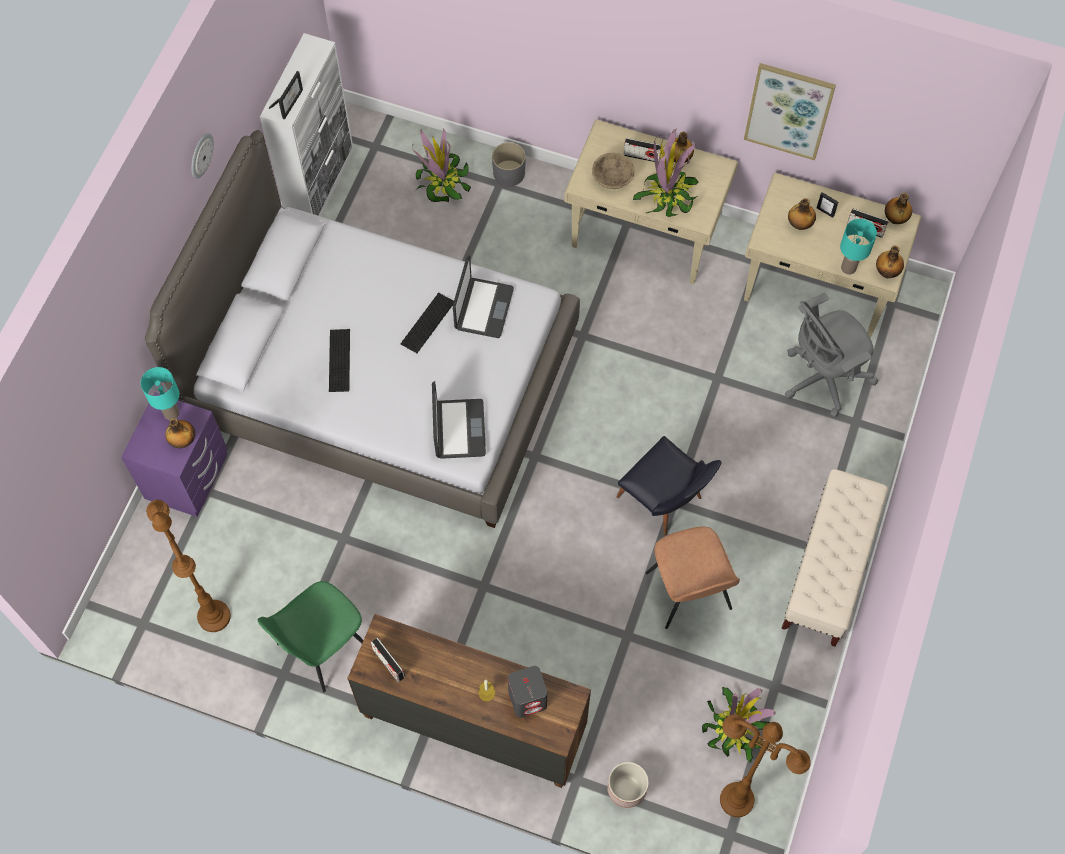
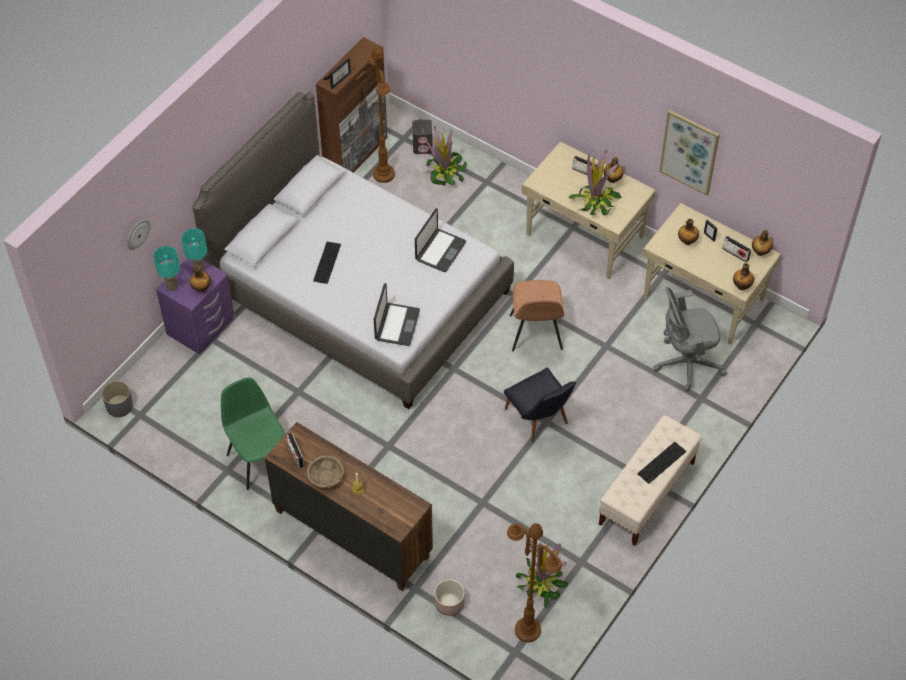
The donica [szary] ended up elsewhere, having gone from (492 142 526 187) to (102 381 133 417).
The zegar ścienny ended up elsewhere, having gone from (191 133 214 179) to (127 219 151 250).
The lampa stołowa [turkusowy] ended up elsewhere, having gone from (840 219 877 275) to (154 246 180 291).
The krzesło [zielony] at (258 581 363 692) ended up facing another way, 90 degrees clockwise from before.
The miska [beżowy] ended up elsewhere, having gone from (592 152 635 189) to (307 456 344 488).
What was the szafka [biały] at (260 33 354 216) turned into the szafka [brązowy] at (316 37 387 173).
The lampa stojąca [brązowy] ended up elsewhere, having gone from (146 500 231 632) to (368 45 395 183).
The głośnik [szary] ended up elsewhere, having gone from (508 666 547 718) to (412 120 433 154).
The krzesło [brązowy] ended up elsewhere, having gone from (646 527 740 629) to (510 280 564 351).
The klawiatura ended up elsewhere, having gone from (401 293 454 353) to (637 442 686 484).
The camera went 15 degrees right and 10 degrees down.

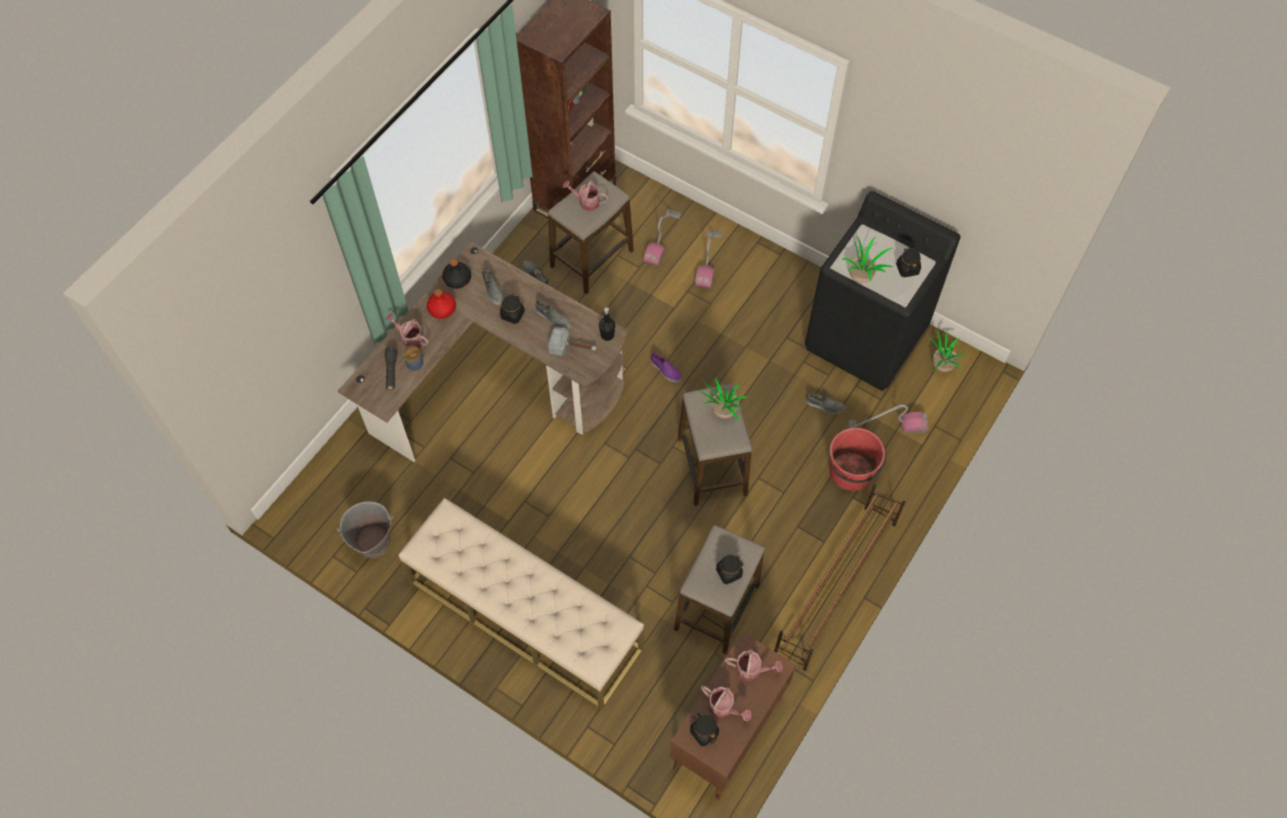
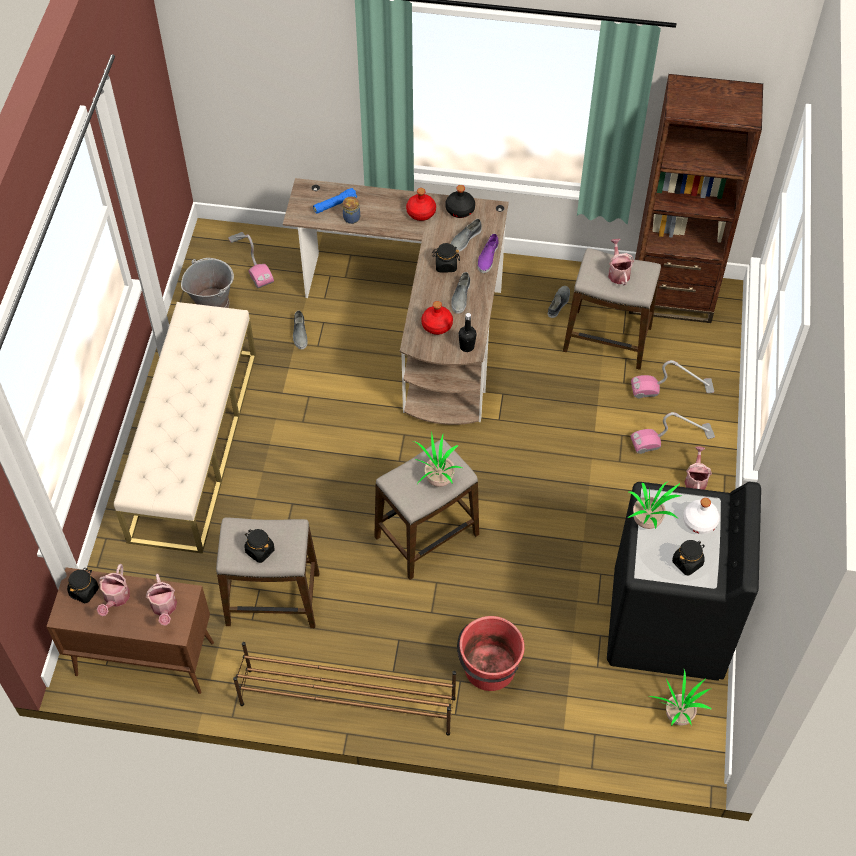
The odkurzacz ended up elsewhere, having gone from (848 404 928 433) to (228 232 274 288).
The but [szary] ended up elsewhere, having gone from (806 393 846 414) to (293 311 307 349).
What was the latarka [czarny] at (385 347 397 390) turned into the latarka [niebieski] at (313 188 357 214).
Where the młotek stood at (548 327 596 356), the butelka [czerwony] came to stand at (421 301 453 335).
The but [fioletowy] ended up elsewhere, having gone from (651 352 682 382) to (478 234 499 273).
The second view gained the butelka [biały] at (683 498 720 534).
The konewka ended up elsewhere, having gone from (386 313 429 348) to (685 446 712 490).
The camera went 65 degrees right and 5 degrees down.

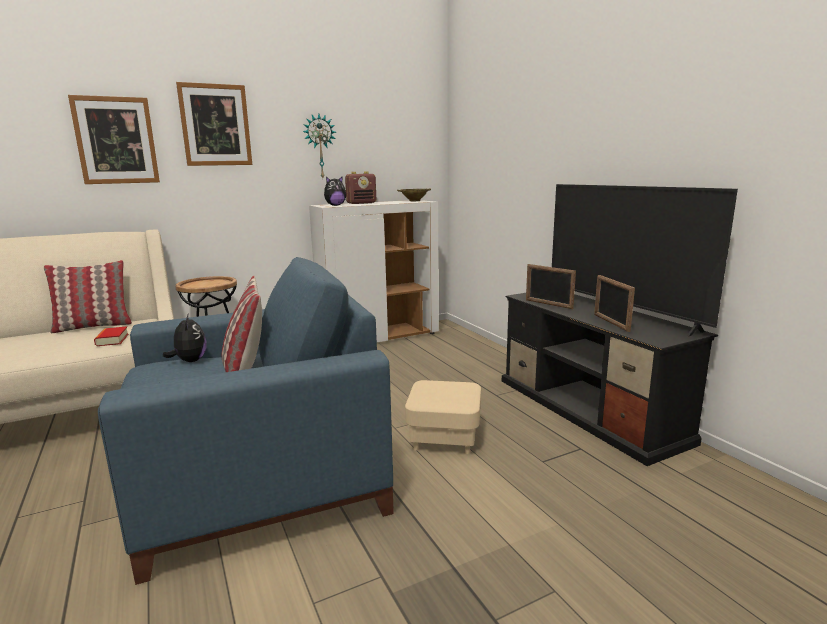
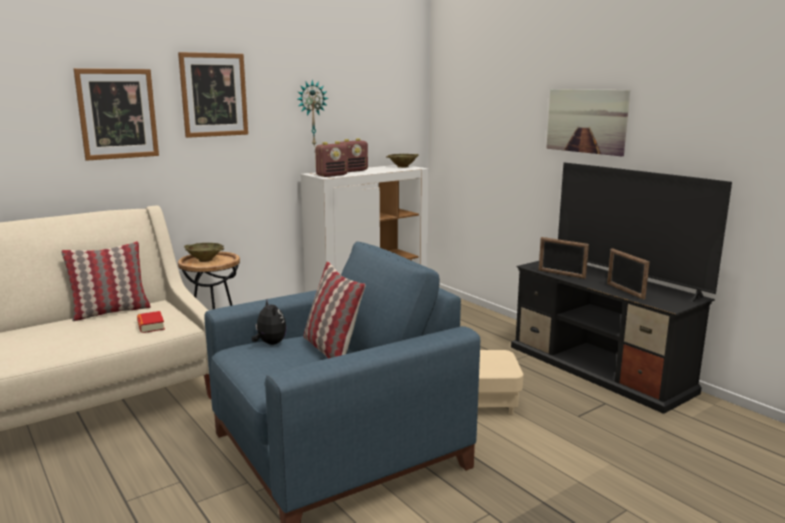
The second view gained the miska [beżowy] at (184 243 224 262).
Where the pluszak stood at (324 177 346 206), the radio came to stand at (315 141 348 177).
The second view gained the obraz at (546 89 630 156).
The camera went 10 degrees left and 0 degrees up.

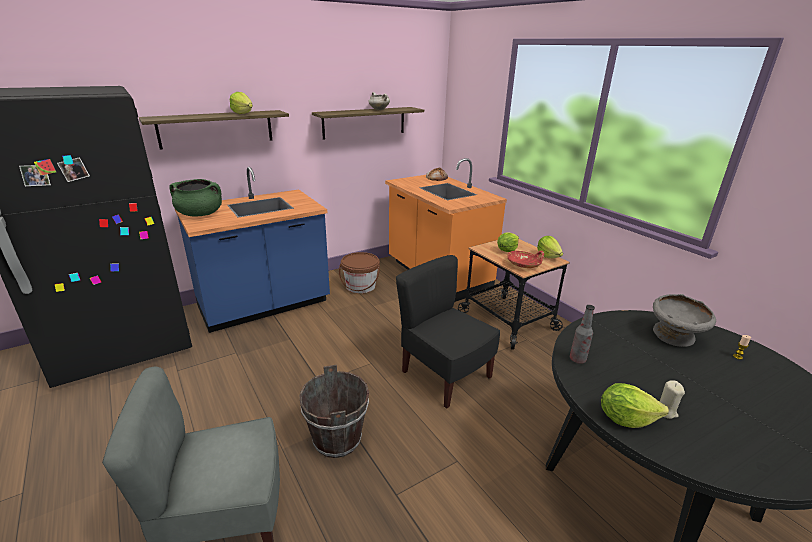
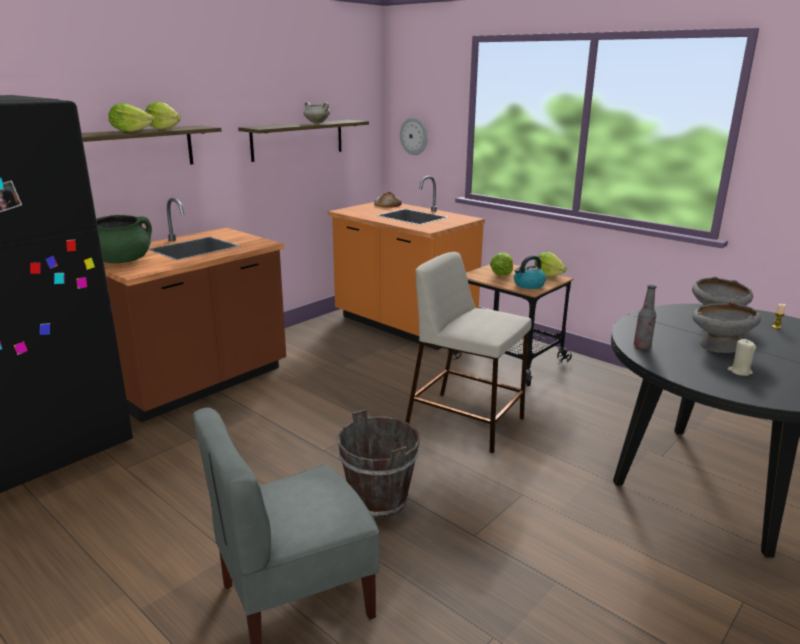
What was the zabudowa kuchenna [niebieski] at (175 167 330 333) turned into the zabudowa kuchenna [brązowy] at (104 198 286 422).
The sałata ended up elsewhere, having gone from (601 383 669 428) to (108 103 154 132).
The second view gained the zegar ścienny at (400 117 428 155).
Where the krzesło [czarny] stood at (396 255 500 408), the stołek [beżowy] came to stand at (405 252 532 453).
Where the miska [czerwony] stood at (507 251 544 268), the czajnik came to stand at (514 255 546 289).
The second view gained the miska [szary] at (692 301 761 353).
The second view lost the wiadro [brązowy] at (339 252 380 293).
The camera went 15 degrees left and 5 degrees down.

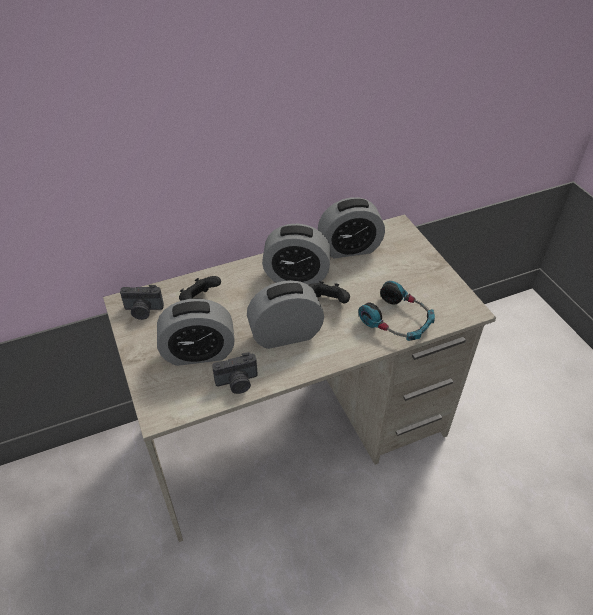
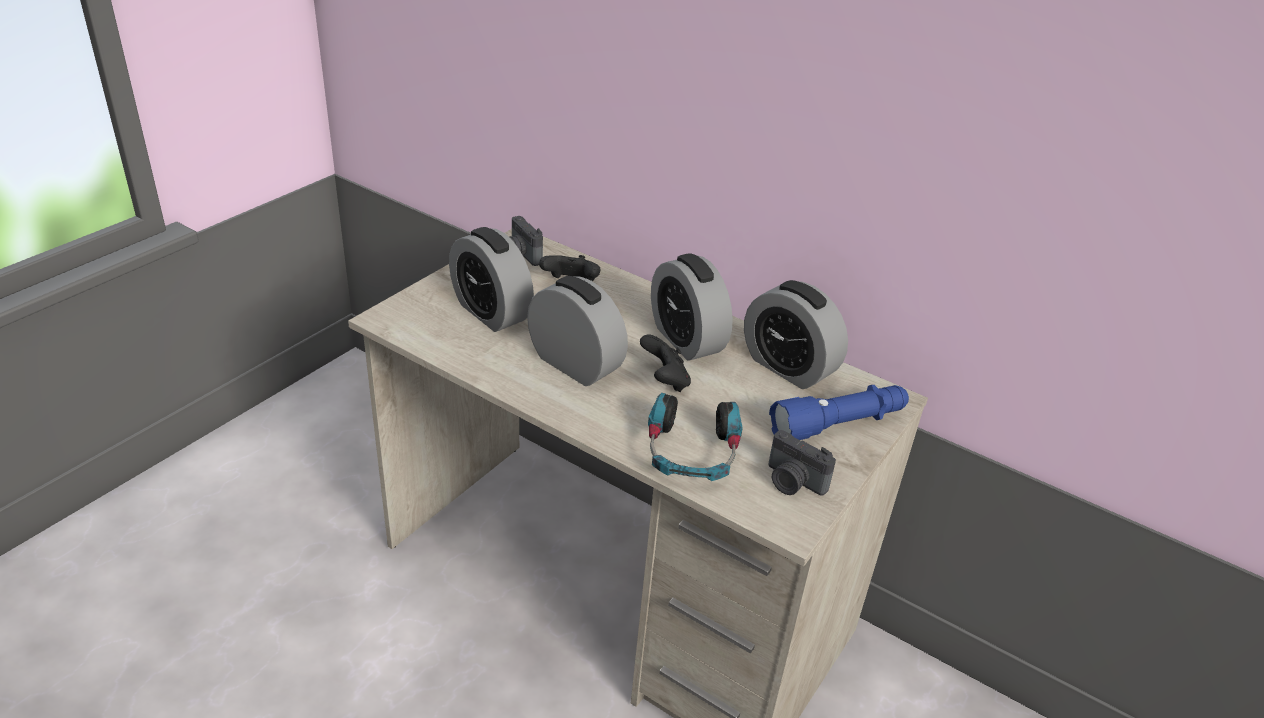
The aparat fotograficzny ended up elsewhere, having gone from (212 352 258 394) to (768 430 836 496).
The second view gained the latarka [niebieski] at (769 385 909 440).
The camera went 55 degrees right and 10 degrees down.

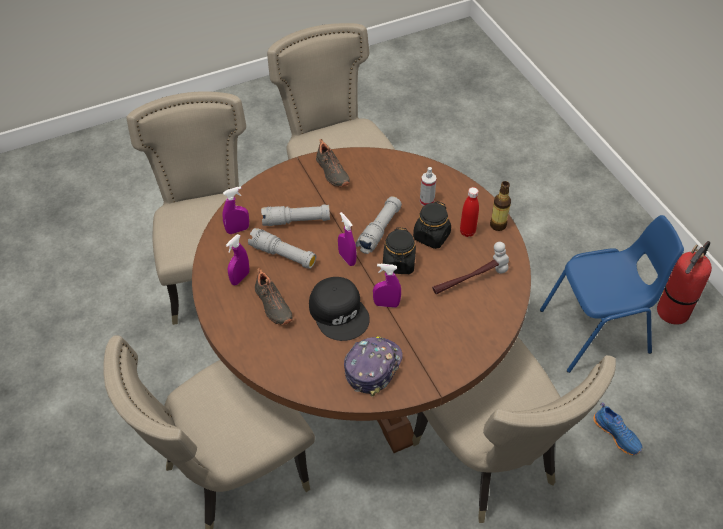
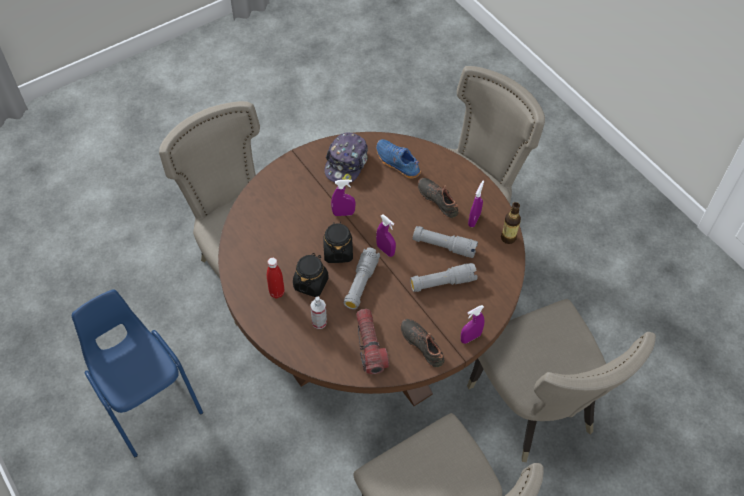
The krzesło [niebieski] at (540 215 684 373) ended up facing another way, 75 degrees clockwise from before.
The second view gained the latarka at (356 309 389 374).
The but [niebieski] ended up elsewhere, having gone from (594 402 643 455) to (376 139 421 179).
The spryskiwacz [fioletowy] ended up elsewhere, having gone from (222 186 249 234) to (461 305 484 344).
The butelka ended up elsewhere, having gone from (490 181 511 231) to (501 202 521 244).
The second view lost the czapka z daszkiem [czarny] at (309 277 370 341).
The second view lost the młotek at (432 242 509 294).
The second view lost the gaśnica at (657 241 712 325).
The camera went 170 degrees right and 5 degrees up.

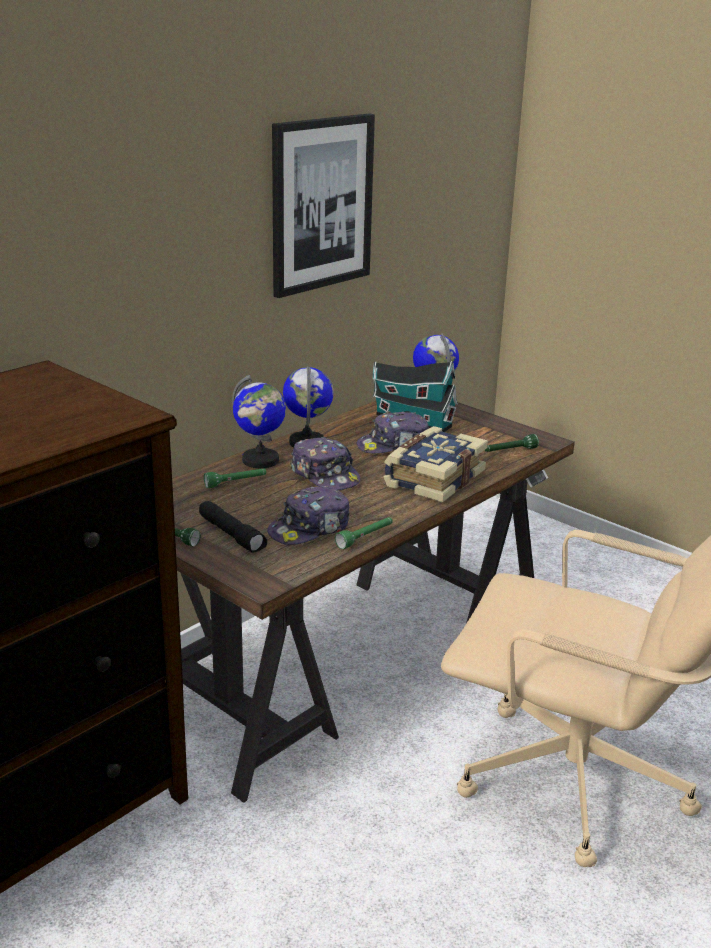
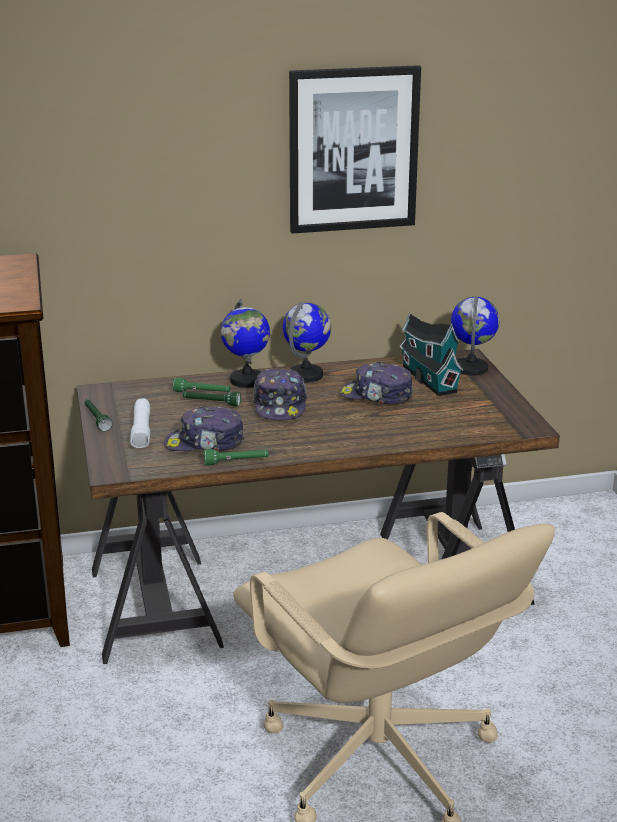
What was the latarka [czarny] at (199 501 267 553) turned into the latarka [biały] at (130 398 150 448).
The latarka [zielony] ended up elsewhere, having gone from (485 434 539 452) to (183 392 241 406).
The second view lost the książka at (383 426 488 503).
The camera went 35 degrees right and 0 degrees up.

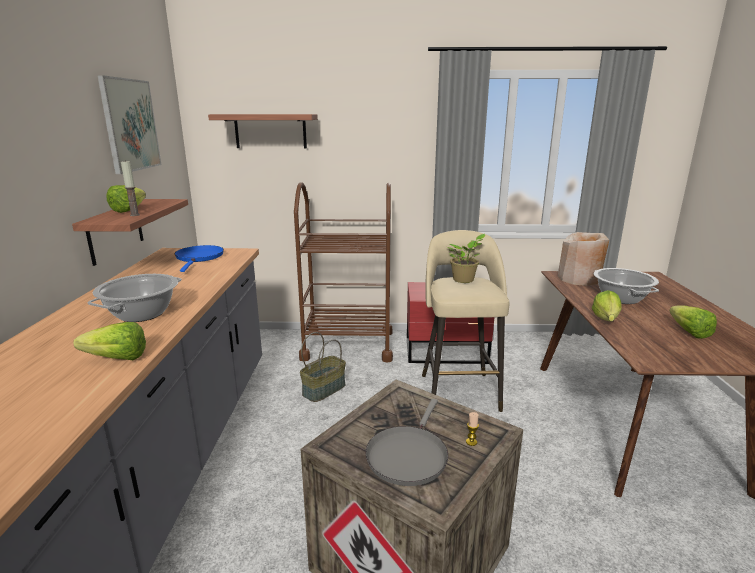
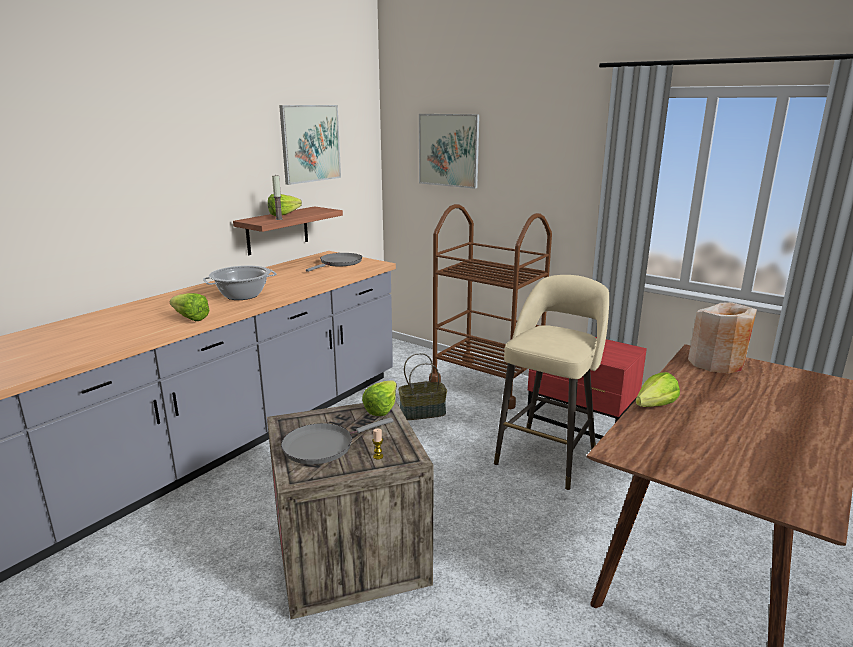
What was the patelnia [niebieski] at (175 245 224 272) turned into the patelnia [szary] at (306 253 362 272).
The sałata ended up elsewhere, having gone from (669 306 717 339) to (362 381 397 416).
Where the półka hung at (208 114 318 148), the obraz came to hang at (419 114 480 189).
The second view lost the roślina doniczkowa at (447 234 485 283).
The second view lost the garnek at (594 268 659 304).
The camera went 35 degrees right and 0 degrees up.

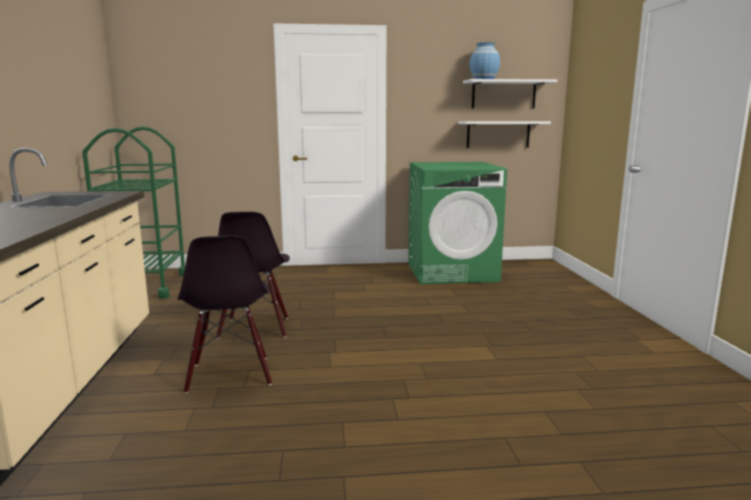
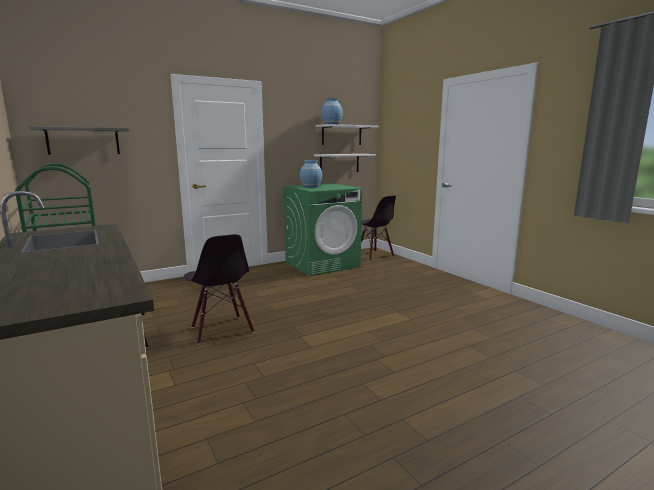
The second view gained the półka [szary] at (29 126 130 155).
The second view gained the wazon [niebieski] at (300 160 322 188).
The krzesło [czarny] ended up elsewhere, having gone from (177 235 272 393) to (361 196 396 261).
The camera went 25 degrees left and 0 degrees up.

